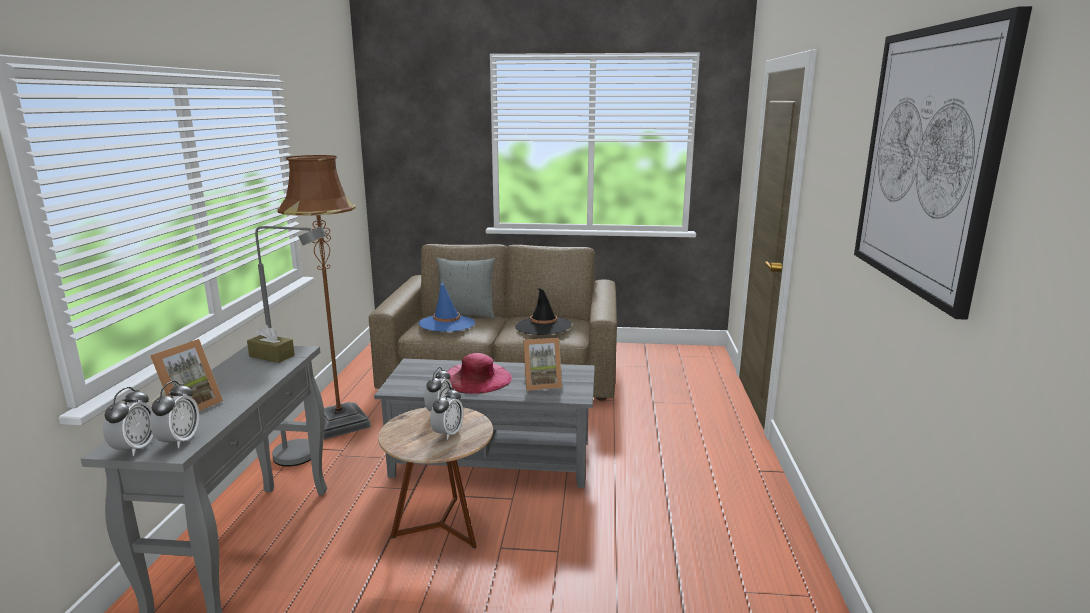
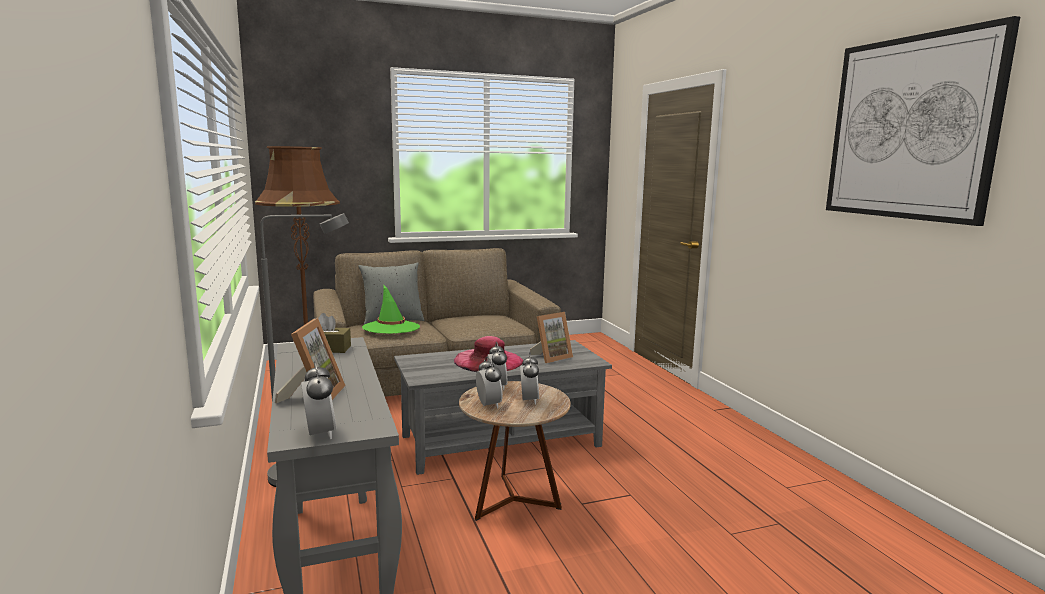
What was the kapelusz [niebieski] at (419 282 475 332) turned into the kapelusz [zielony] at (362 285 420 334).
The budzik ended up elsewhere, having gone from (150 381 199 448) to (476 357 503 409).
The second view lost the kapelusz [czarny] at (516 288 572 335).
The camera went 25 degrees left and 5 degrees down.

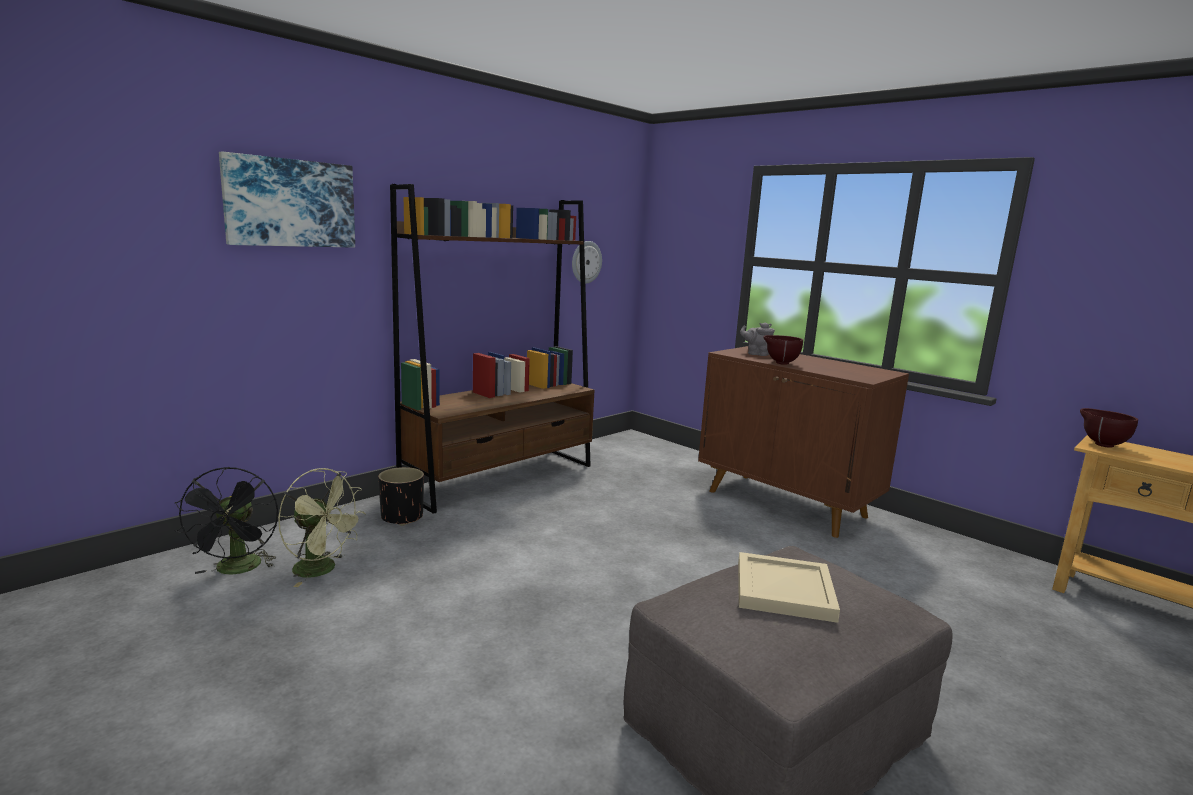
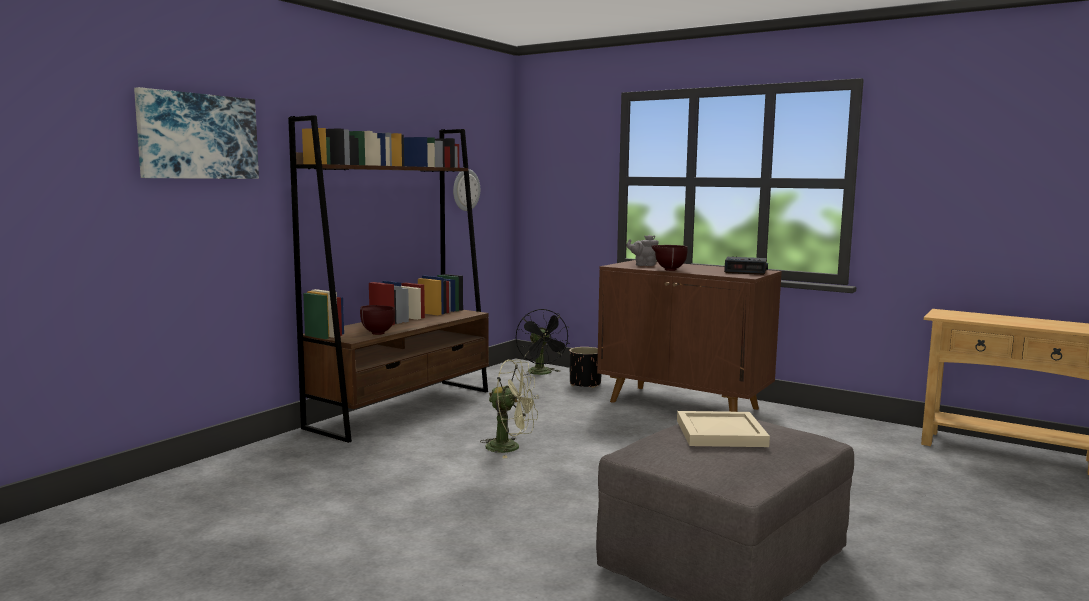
The miska [brązowy] ended up elsewhere, having gone from (1080 408 1138 448) to (360 305 395 335).
The wentylator [zielony] ended up elsewhere, having gone from (278 468 365 587) to (480 360 539 458).
The wentylator [czarny] ended up elsewhere, having gone from (175 467 278 574) to (516 309 570 376).
The donica [czarny] ended up elsewhere, having gone from (378 467 424 526) to (569 347 602 388).
The second view gained the budzik at (724 256 768 275).
The camera went 10 degrees left and 5 degrees down.

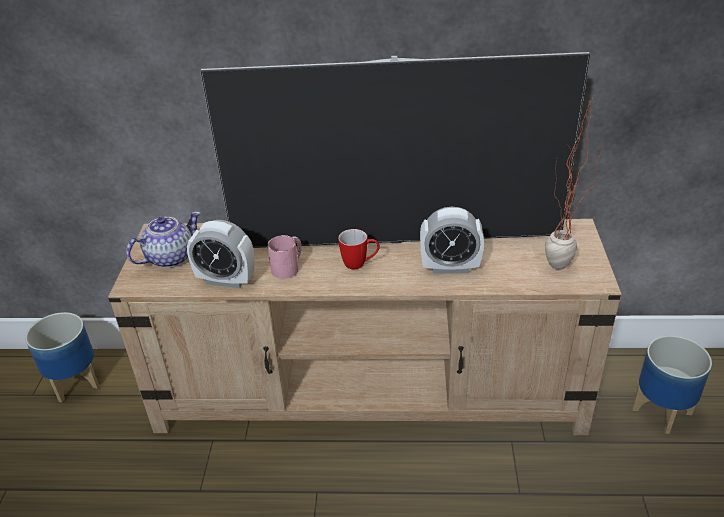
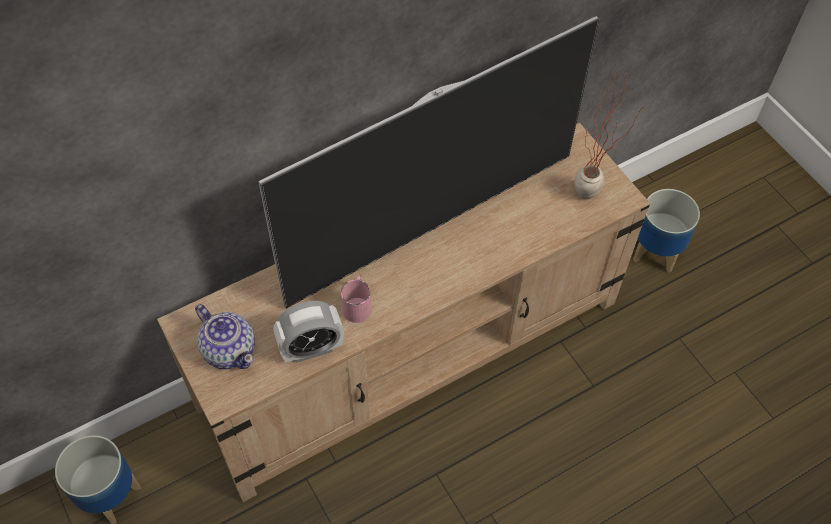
The imbryk at (126 211 201 268) ended up facing another way, 120 degrees clockwise from before.
The second view lost the kubek at (338 229 380 269).
The second view lost the budzik at (420 207 484 273).
The camera went 35 degrees left and 20 degrees up.

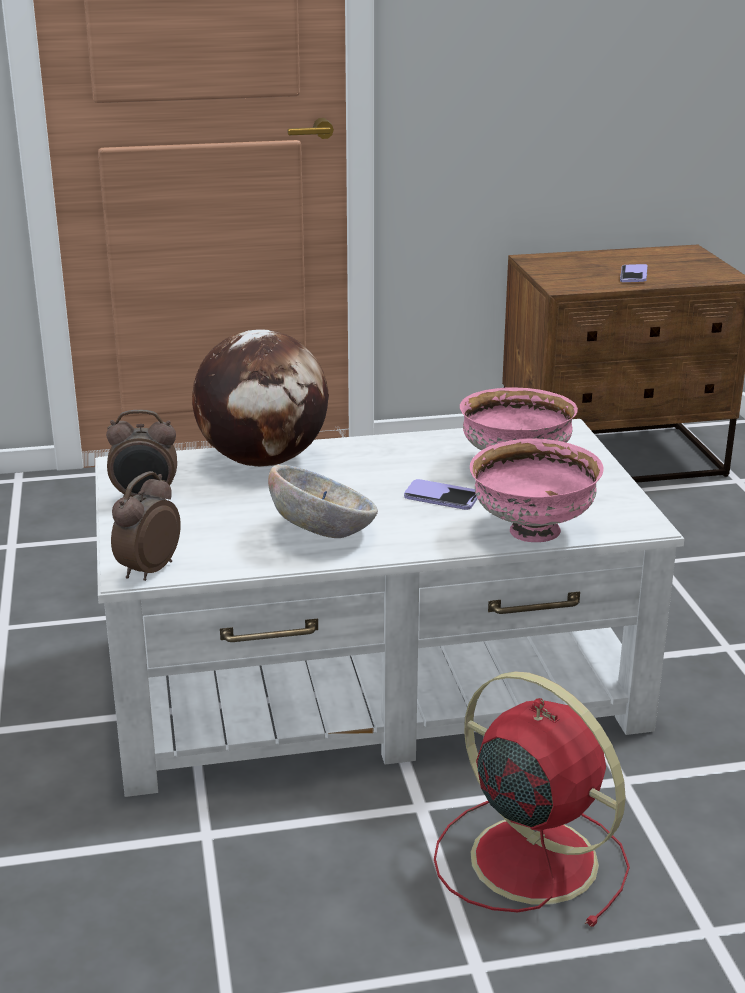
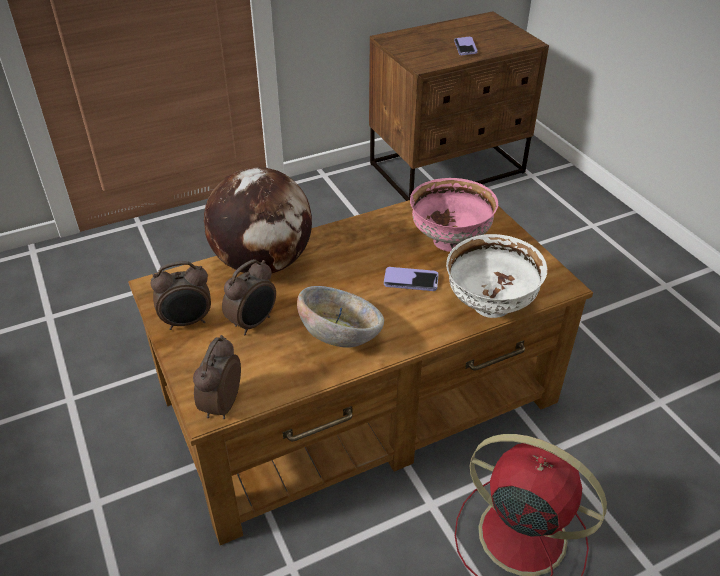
What was the ława [biały] at (95 419 684 797) turned into the ława [brązowy] at (128 200 593 545).
The second view gained the budzik at (222 259 276 335).
What was the miska [różowy] at (470 439 603 542) turned into the miska [biały] at (446 234 547 318).
The camera went 15 degrees left and 15 degrees up.

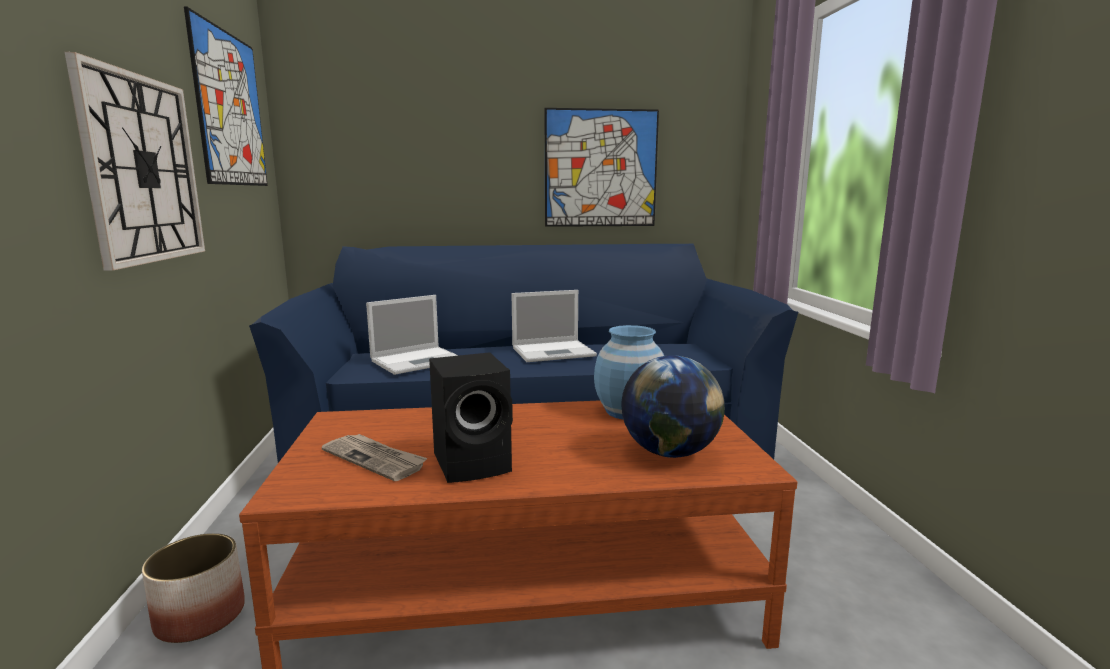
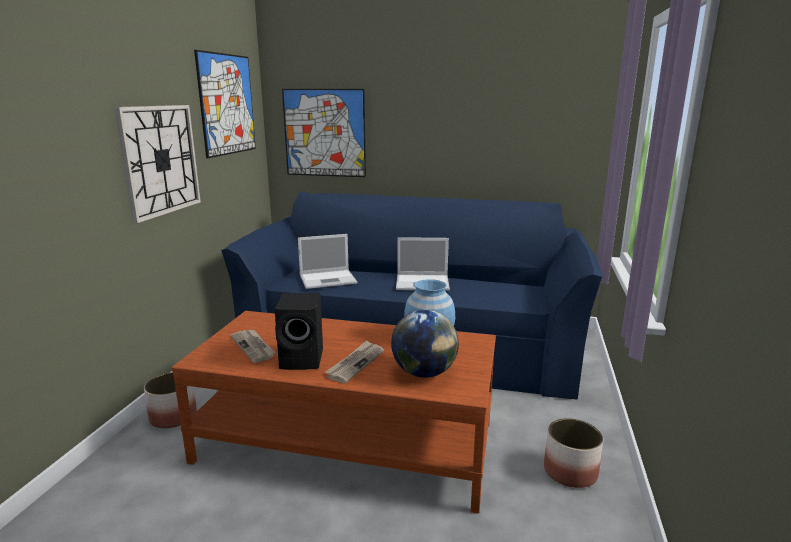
The obraz ended up elsewhere, having gone from (545 108 659 227) to (282 89 366 177).
The second view gained the gazeta at (325 340 384 383).
The second view gained the donica at (544 418 603 488).
The camera went 20 degrees right and 5 degrees up.

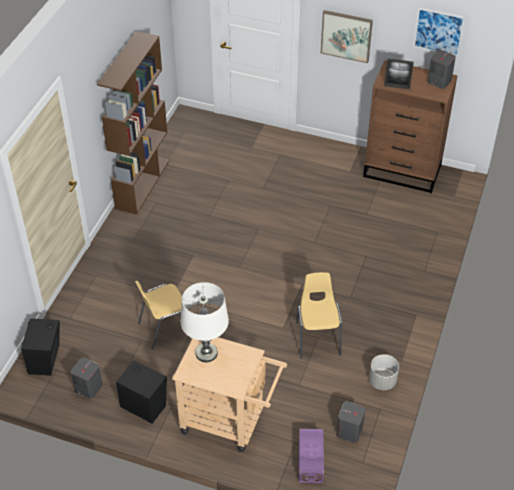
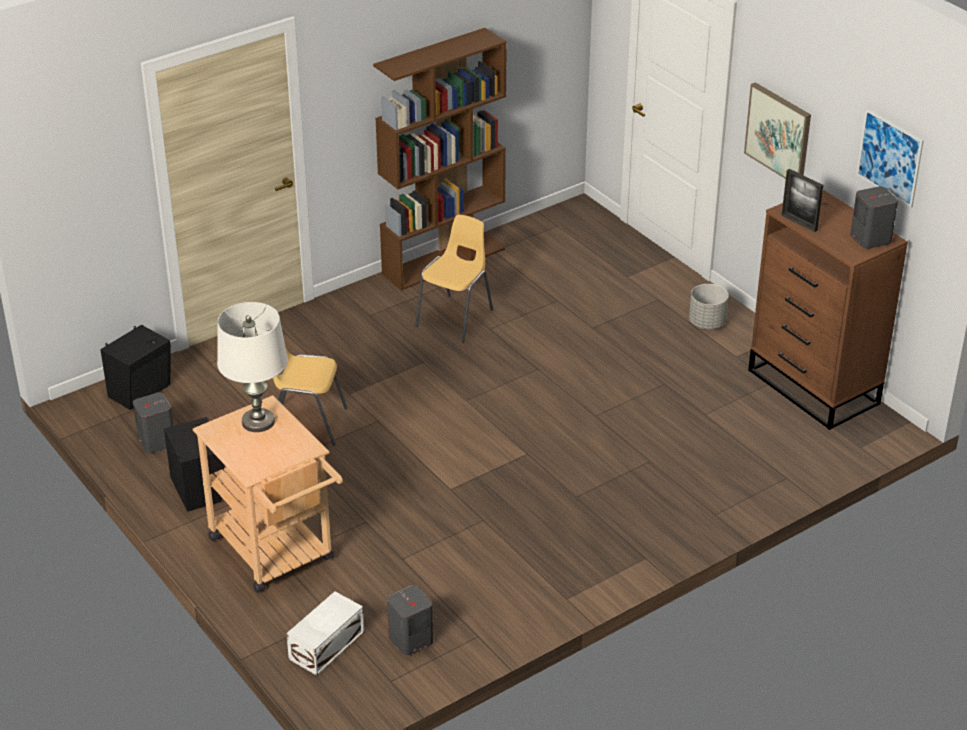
What was the pojemnik do przechowywania [fioletowy] at (299 429 324 483) turned into the pojemnik do przechowywania [biały] at (286 591 364 676).
The krzesło [żółty] ended up elsewhere, having gone from (296 272 342 359) to (415 214 493 343).
The donica [szary] ended up elsewhere, having gone from (369 354 399 390) to (689 284 729 329).
The camera went 35 degrees right and 10 degrees down.

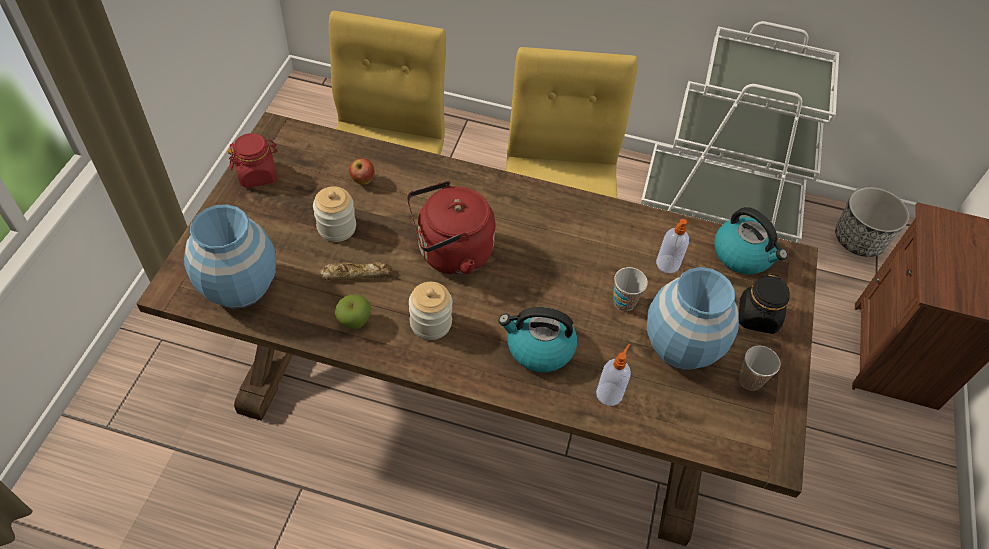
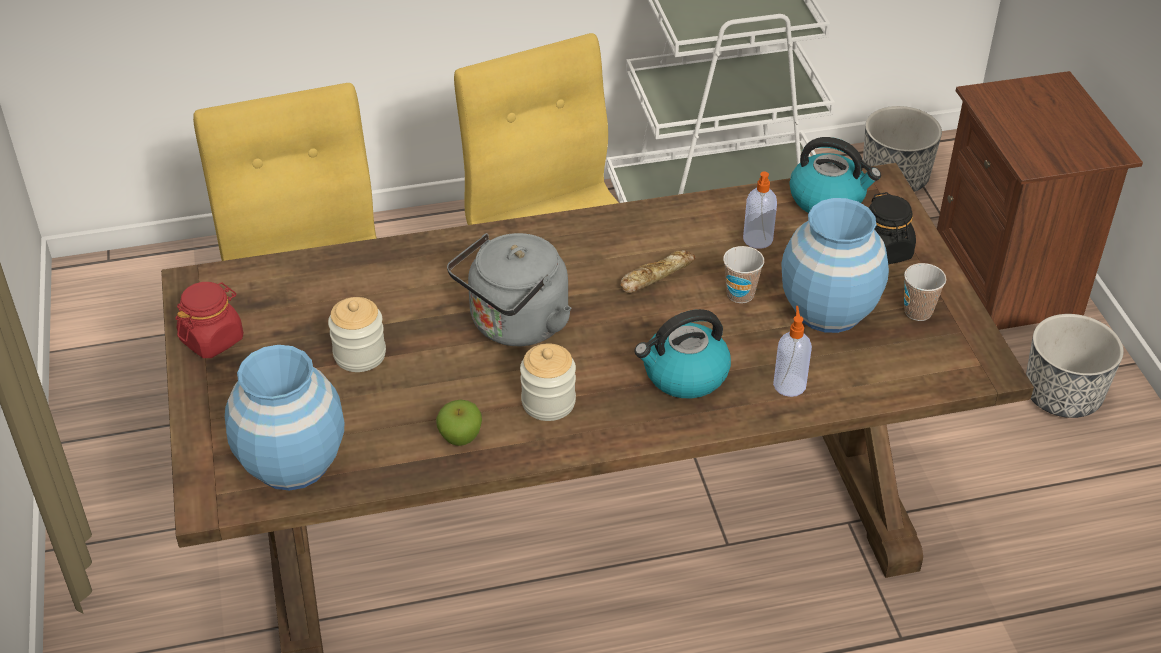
What was the czajnik [czerwony] at (407 181 495 275) turned into the czajnik [szary] at (447 233 571 346).
The chleb ended up elsewhere, having gone from (319 262 392 281) to (620 250 695 293).
The second view gained the donica at (1026 314 1124 418).
The second view lost the jabłko at (349 158 375 185).
The camera went 25 degrees left and 10 degrees down.

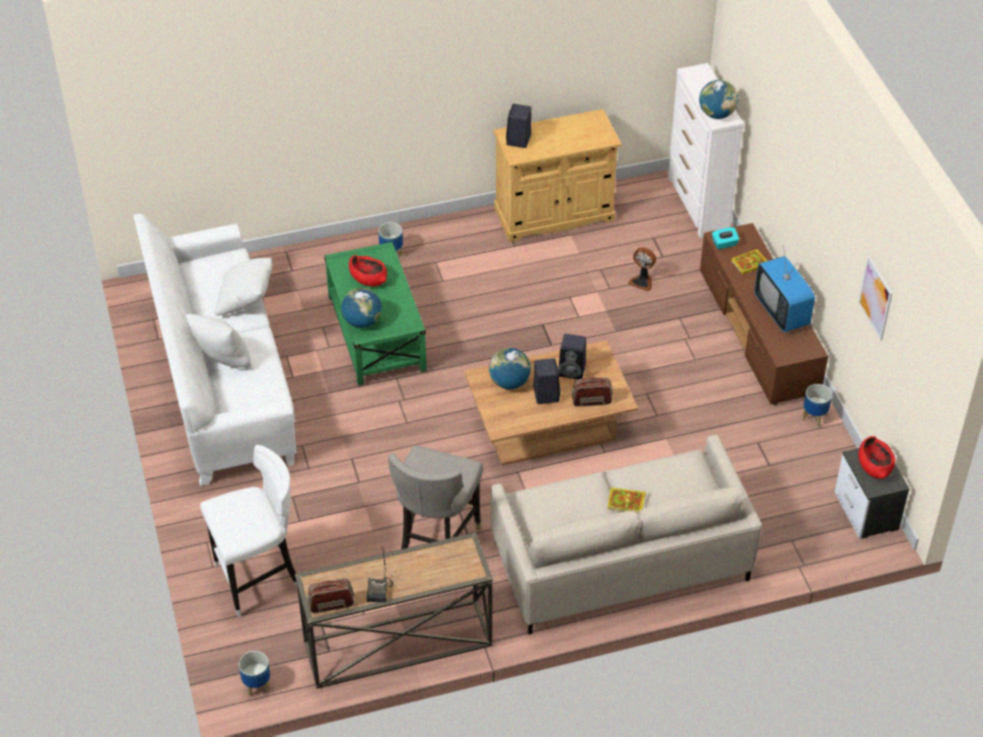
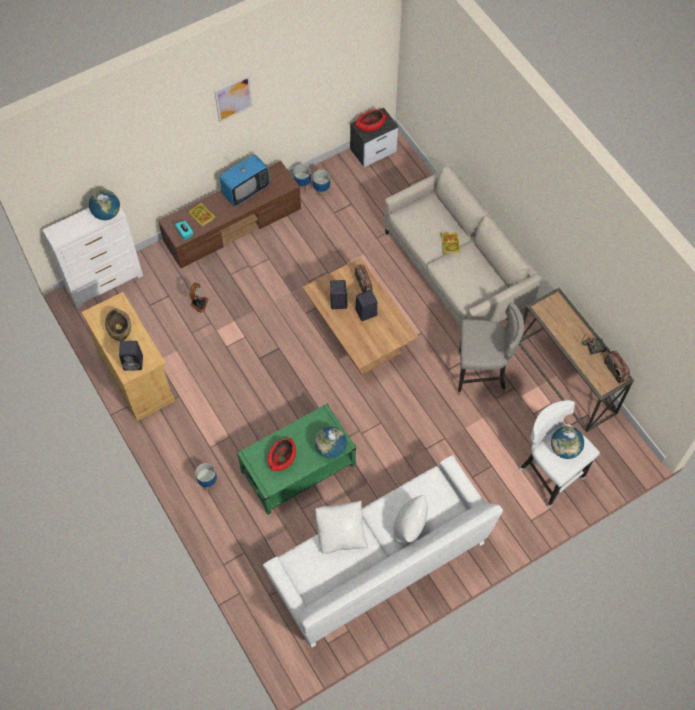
The second view gained the miska [brązowy] at (105 308 131 341).
The obraz ended up elsewhere, having gone from (858 256 892 341) to (214 76 253 122).
The donica ended up elsewhere, having gone from (239 651 270 697) to (313 170 330 198).
The globus ended up elsewhere, having gone from (489 348 531 389) to (551 426 584 459).
The camera went 105 degrees left and 15 degrees up.

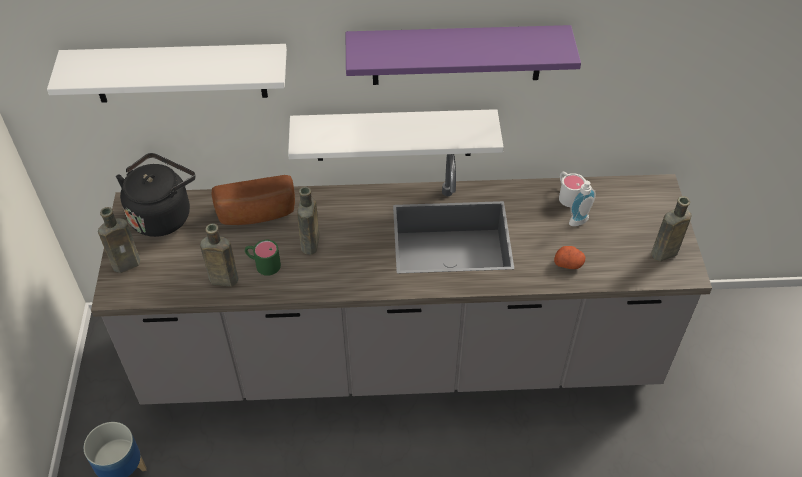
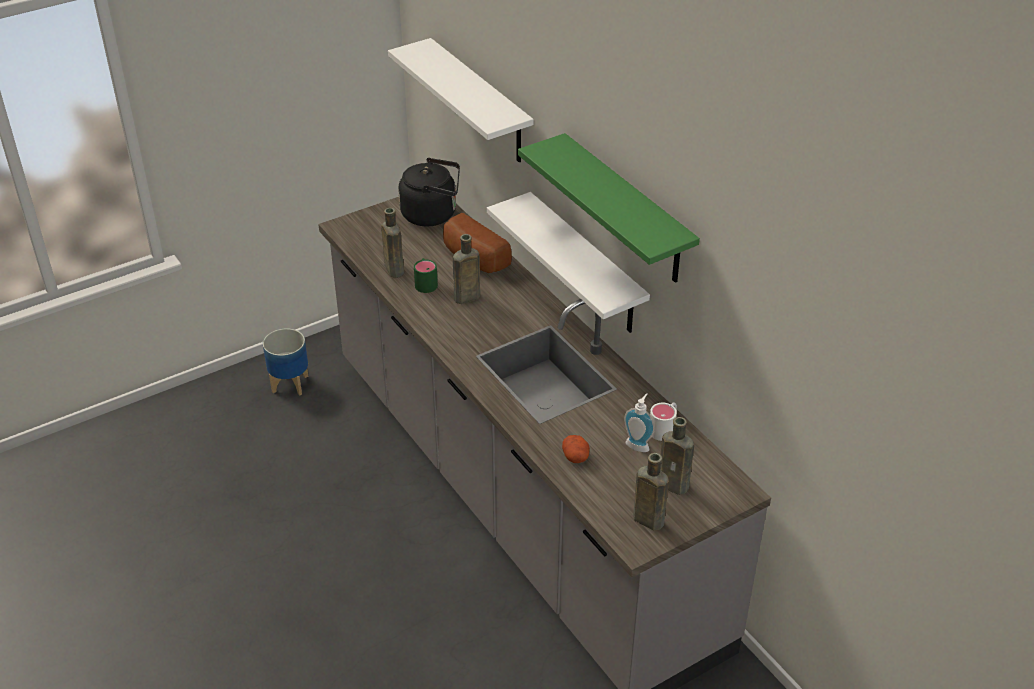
What was the półka [fioletowy] at (345 25 581 85) turned into the półka [zielony] at (518 133 700 283).
The butelka [brązowy] ended up elsewhere, having gone from (98 207 141 273) to (660 417 694 495).
The camera went 60 degrees right and 10 degrees down.

